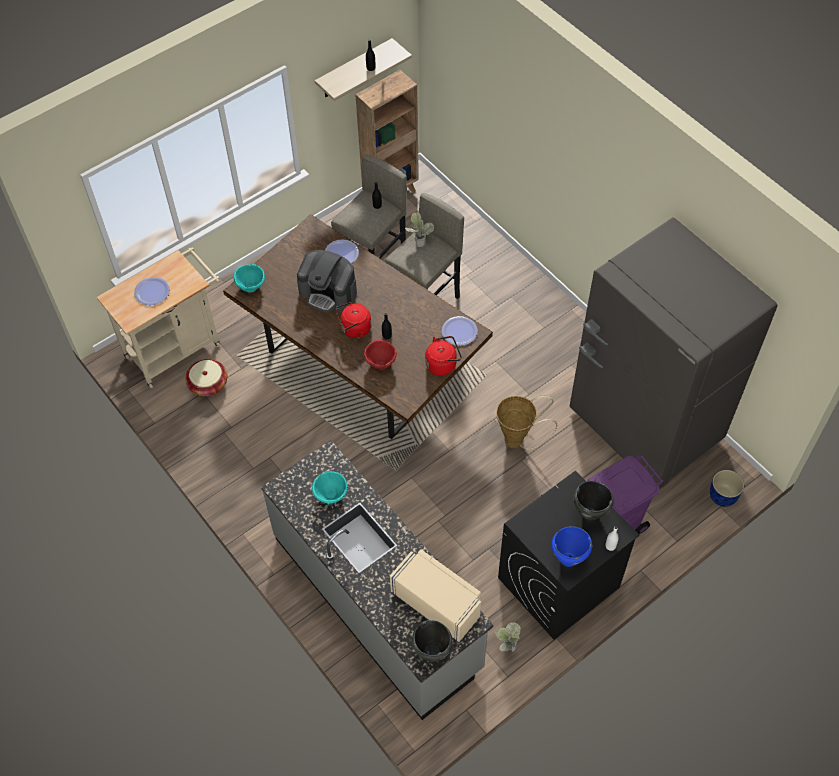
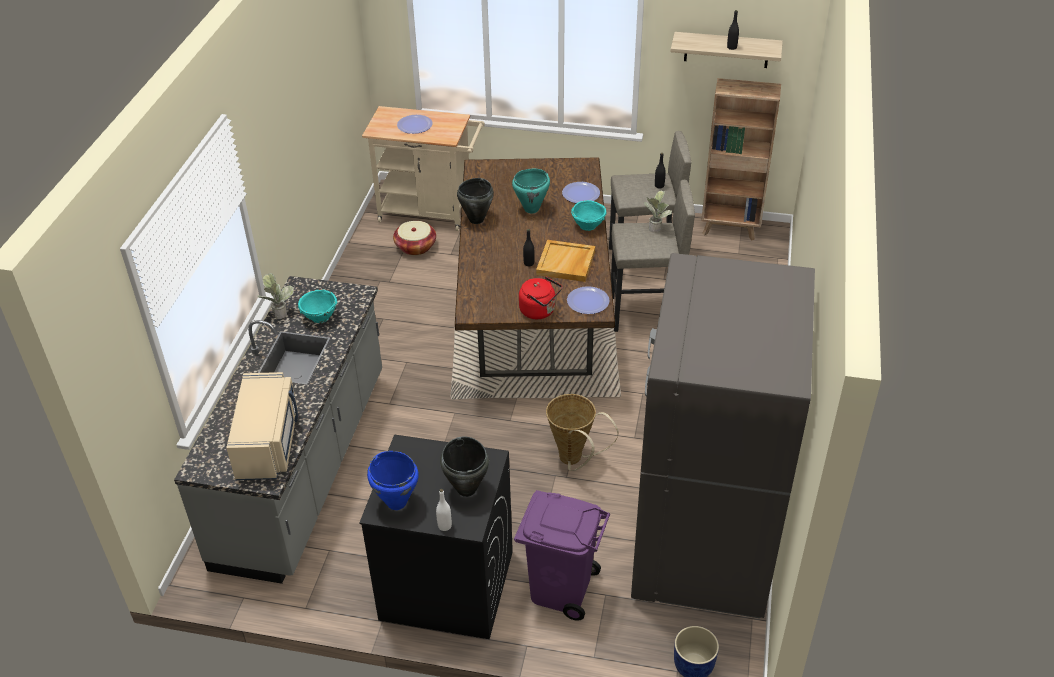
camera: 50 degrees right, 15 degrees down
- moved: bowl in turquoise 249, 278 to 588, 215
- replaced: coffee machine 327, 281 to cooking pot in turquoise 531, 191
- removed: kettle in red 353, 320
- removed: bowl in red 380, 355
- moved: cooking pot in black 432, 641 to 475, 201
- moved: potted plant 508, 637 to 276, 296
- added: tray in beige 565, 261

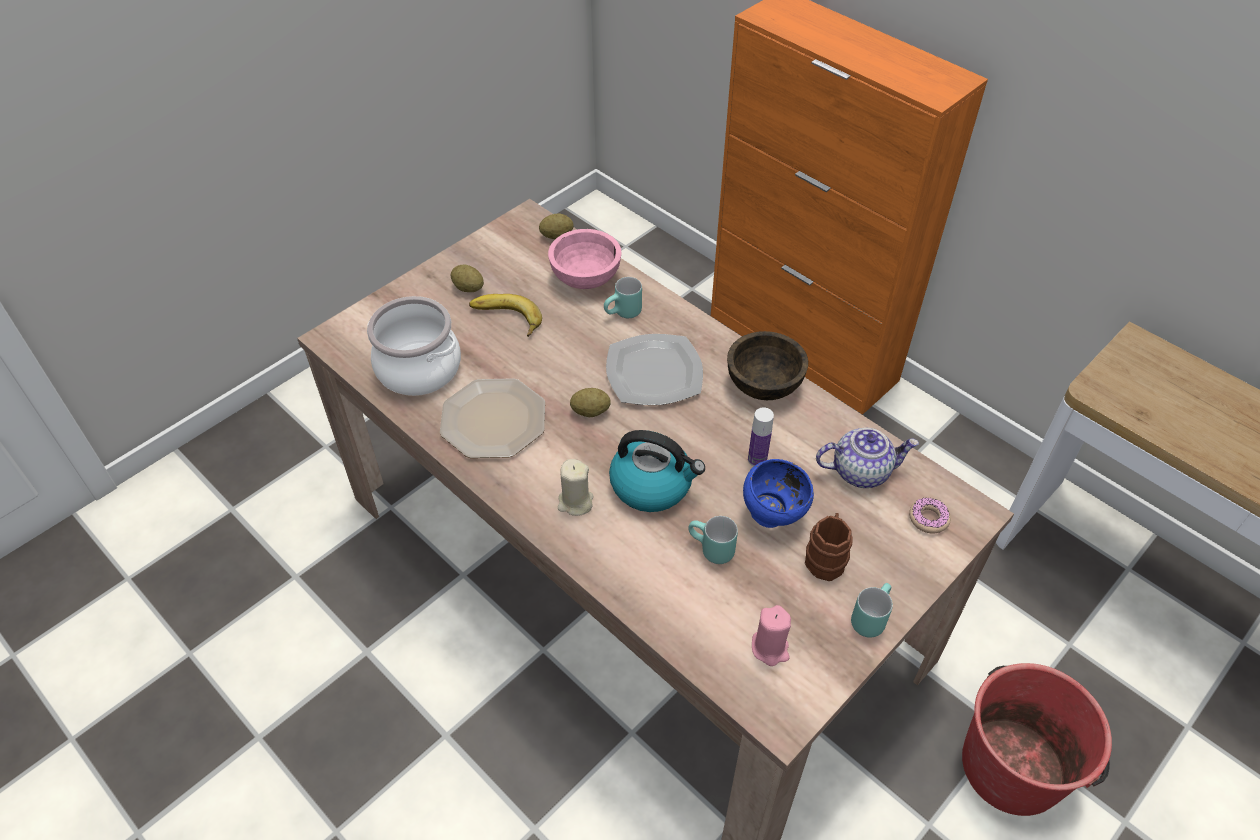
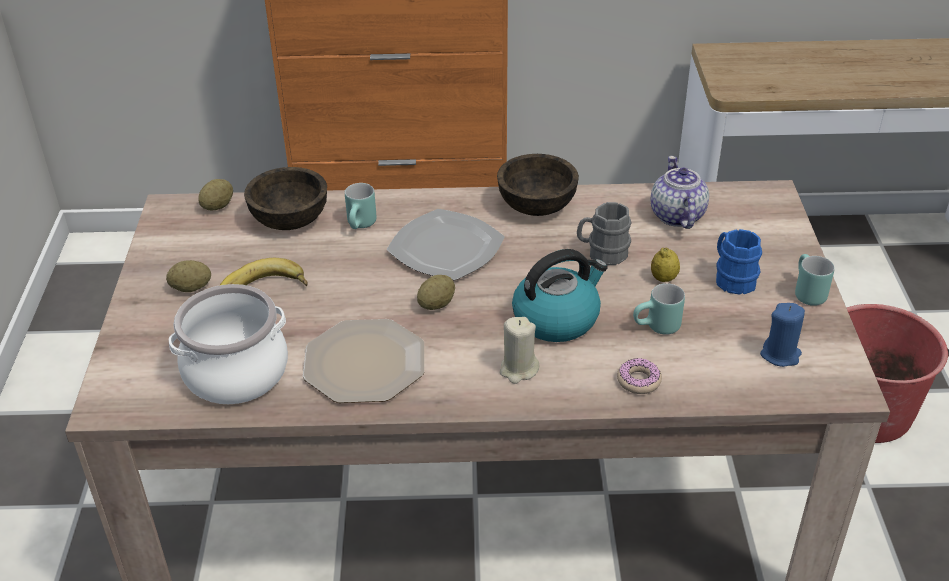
camera: 45 degrees left, 10 degrees down
- recoloured: bowl in pink 584, 259 to bowl in brown 285, 198
- replaced: bowl in blue 778, 493 to lemon 665, 265
- replaced: bottle 761, 436 to mug in grey 604, 233
- recoloured: candle in pink 771, 635 to candle in blue 782, 335
- recoloured: mug in brown 828, 547 to mug in blue 739, 262
- turned: teapot 867, 458 = 680, 192 45 degrees counterclockwise
- moved: donut 930, 516 to 639, 376

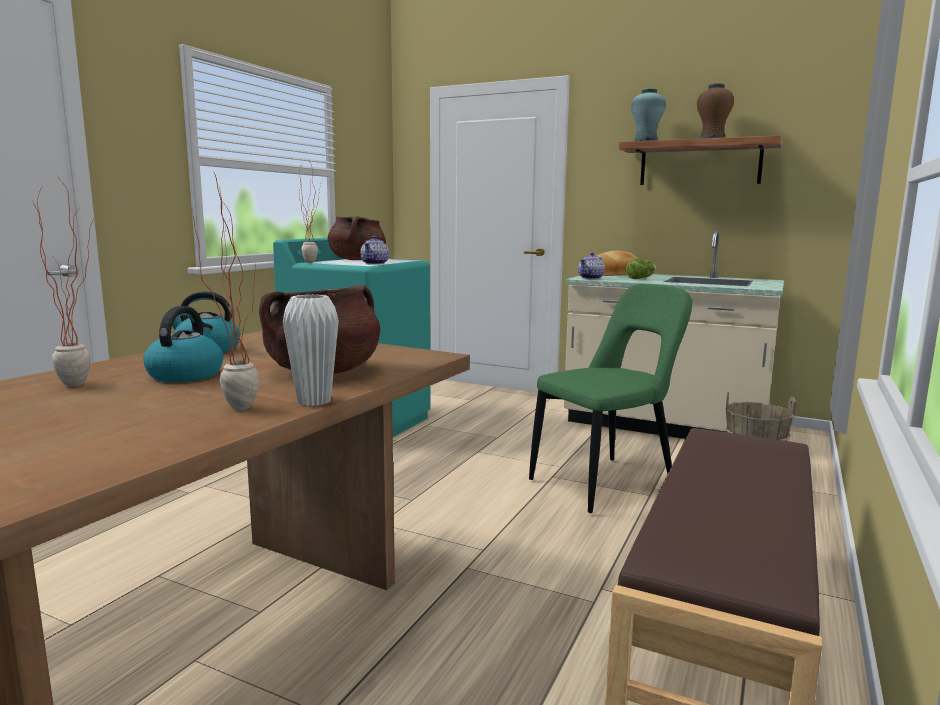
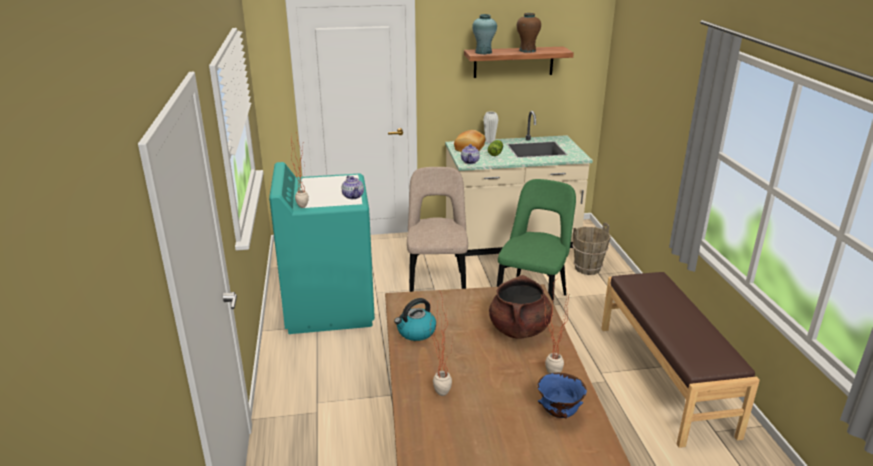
camera: 35 degrees left, 15 degrees up
- removed: kettle 183, 344
- moved: vase in white 311, 350 to 490, 127
- removed: cooking pot in brown 357, 238
- added: chair in beige 437, 229
- added: bowl in blue 562, 396

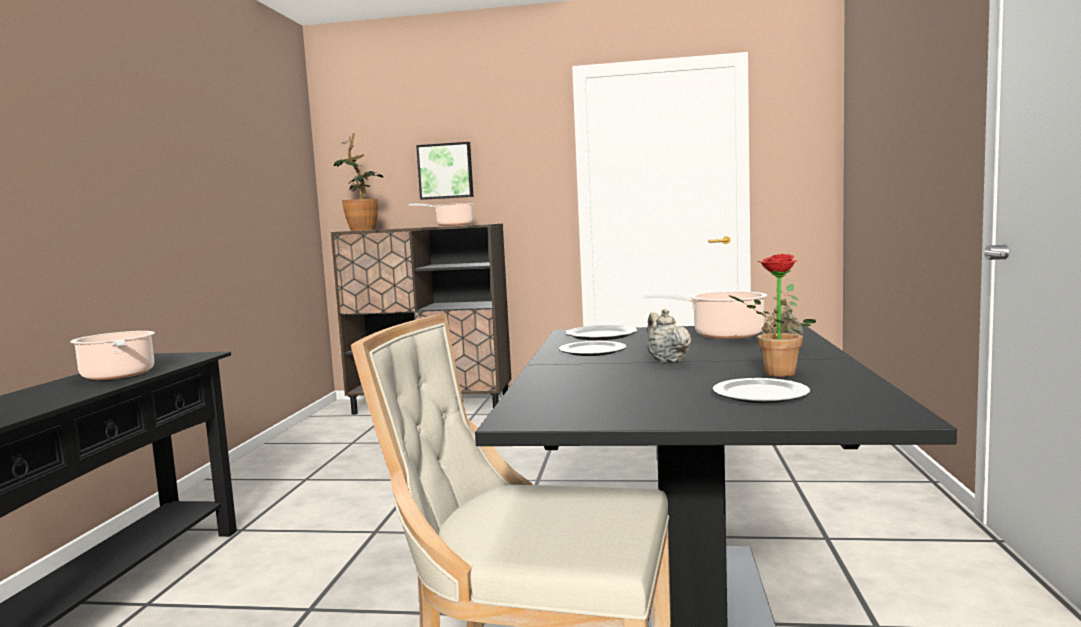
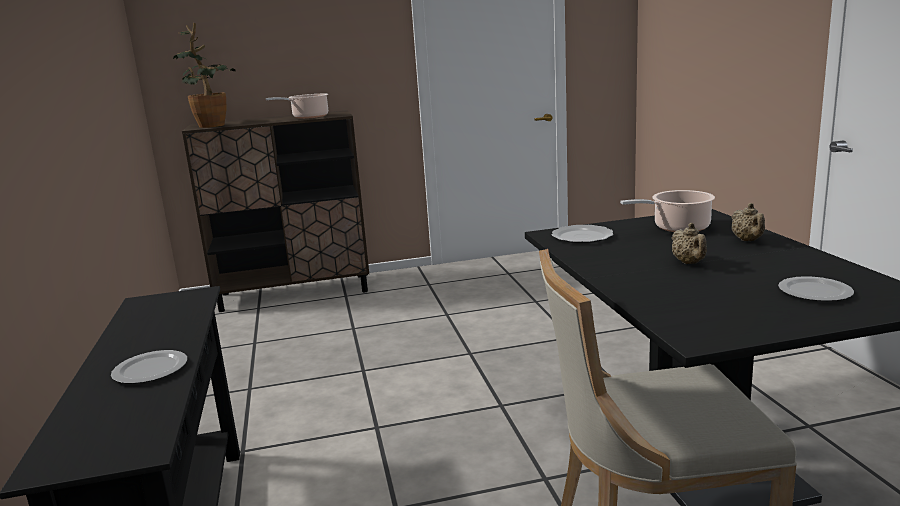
camera: 20 degrees left, 10 degrees up
- removed: cooking pot 112, 355
- removed: picture 444, 171
- moved: plate 592, 348 to 149, 367
- turned: teapot in beige 669, 336 = 689, 243 150 degrees counterclockwise
- removed: potted plant 772, 315

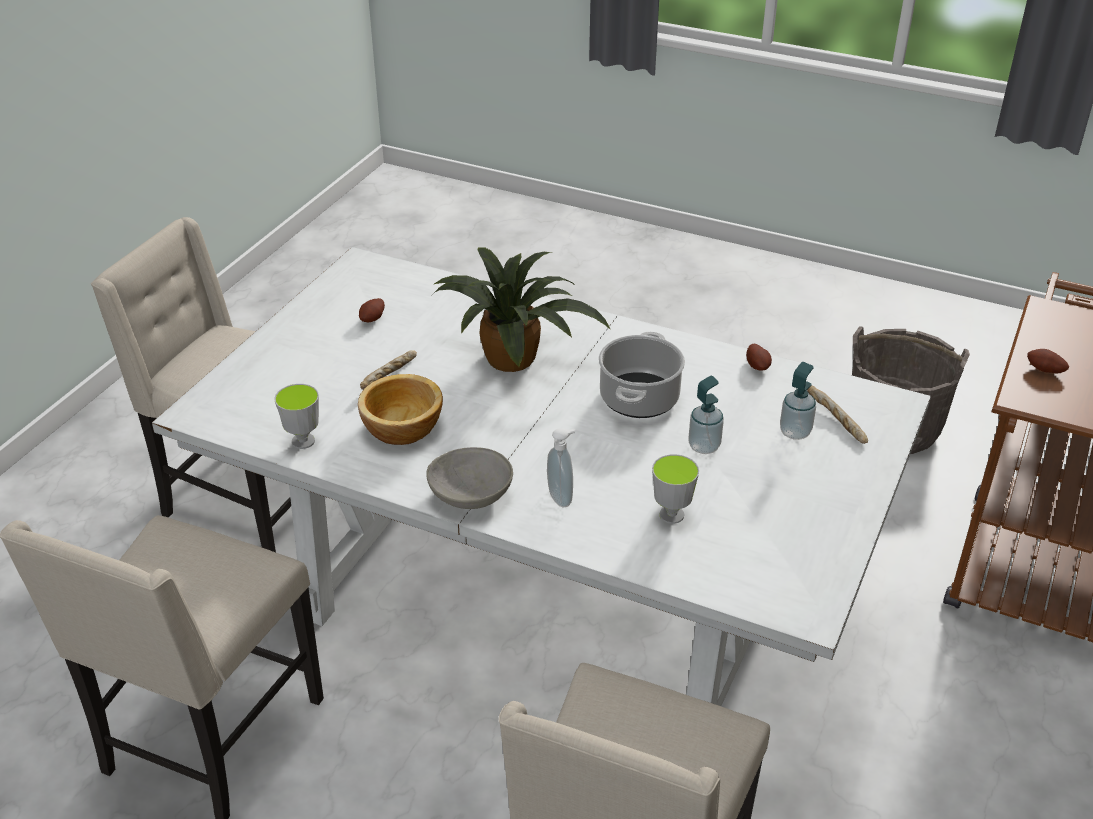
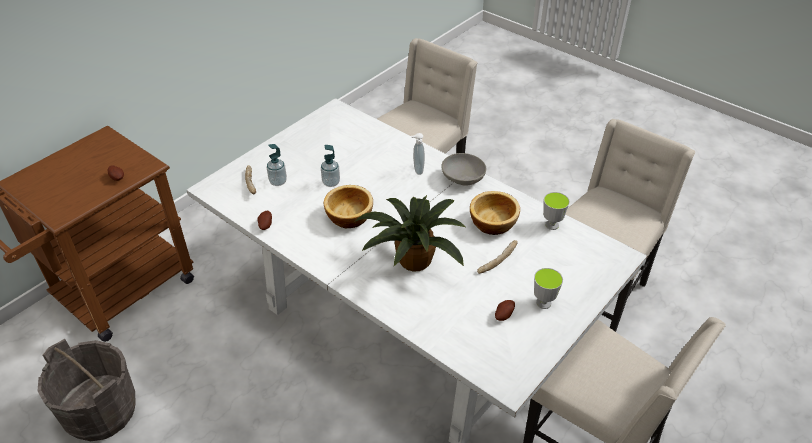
camera: 165 degrees left, 5 degrees up
- replaced: cooking pot 642, 375 to bowl 348, 206
- moved: cup 675, 489 to 548, 288

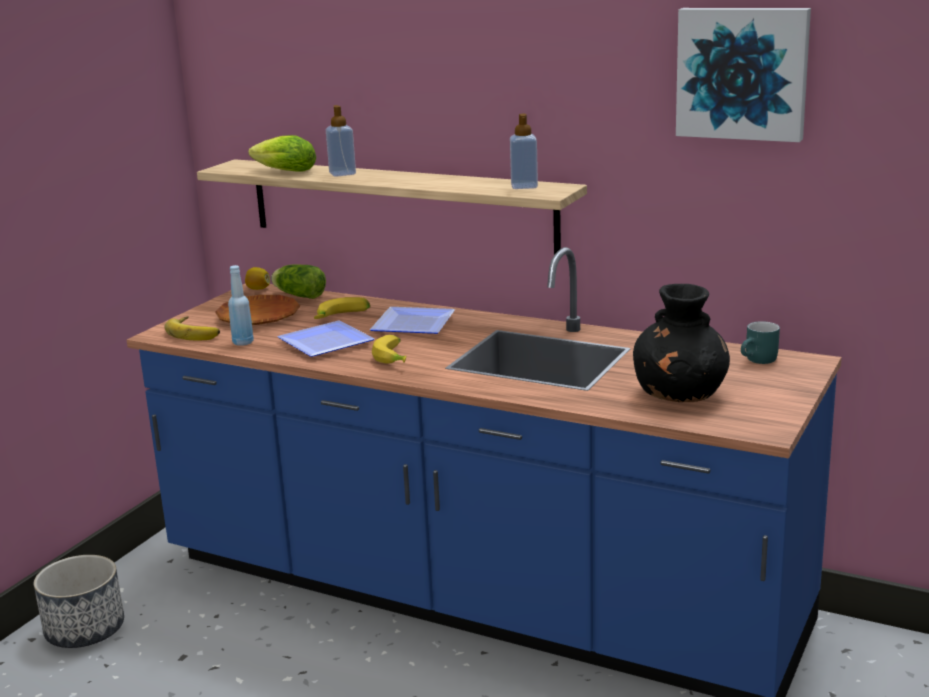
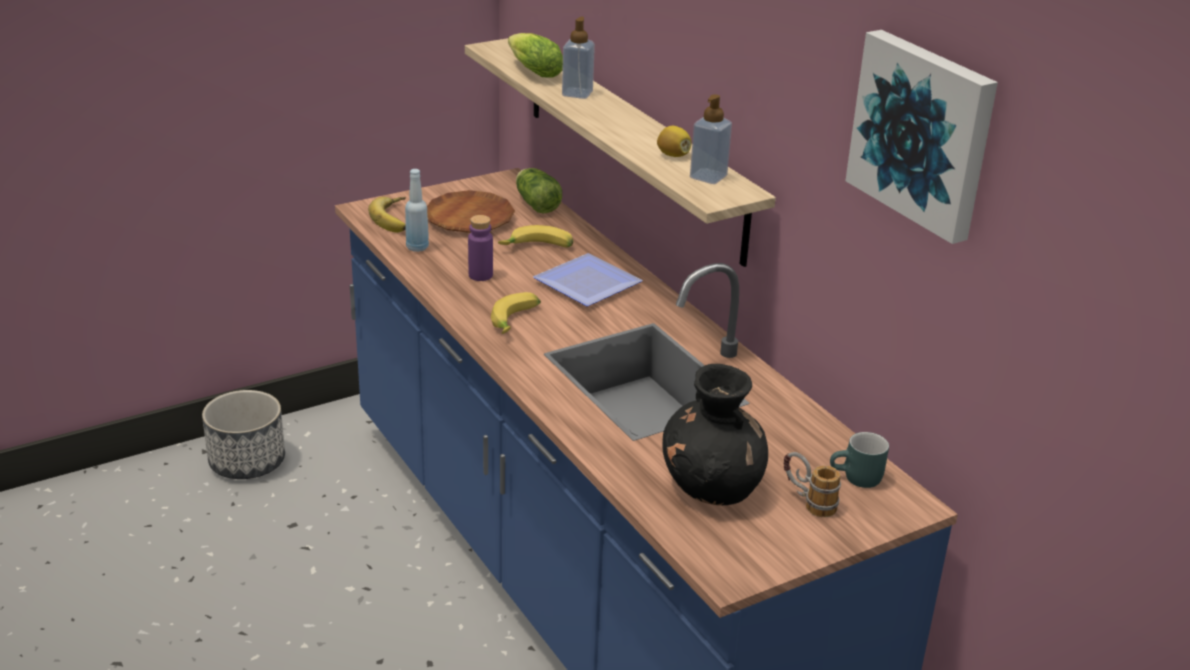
camera: 30 degrees right, 10 degrees up
- moved: lemon 257, 278 to 674, 141
- replaced: plate 326, 339 to bottle in purple 480, 248
- added: mug 812, 484

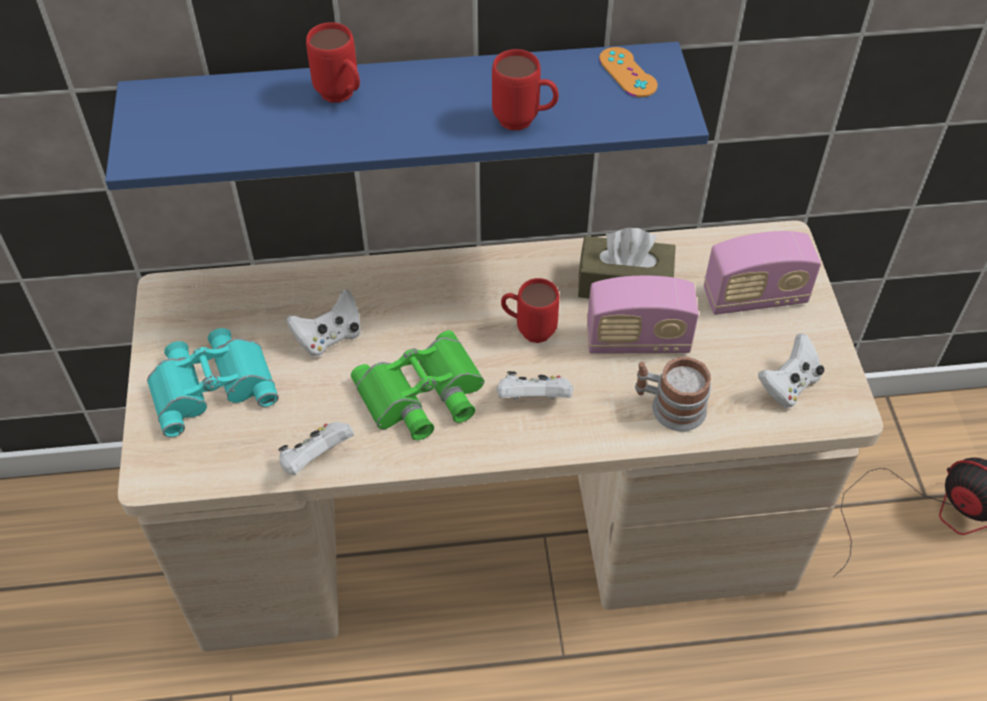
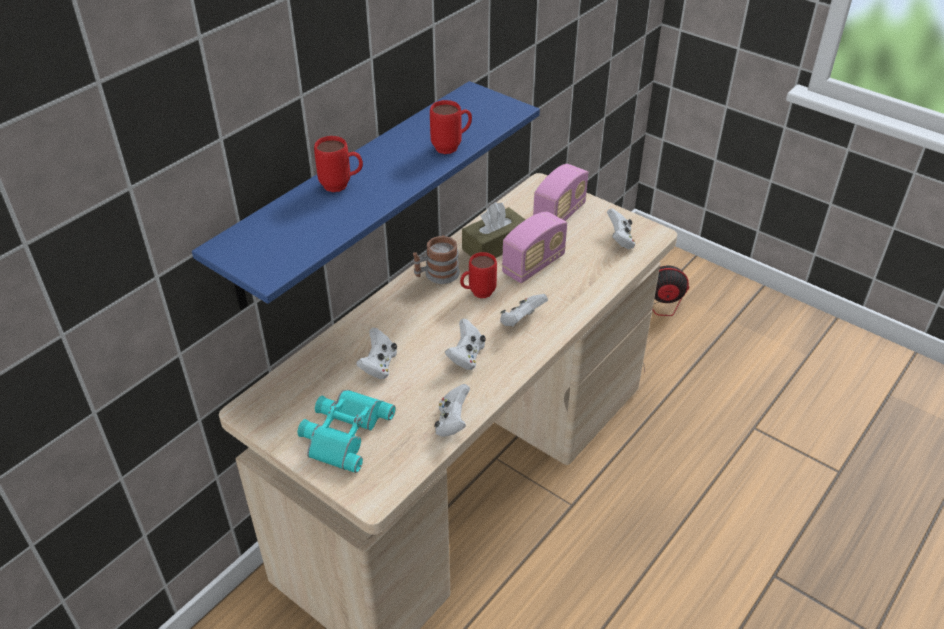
camera: 45 degrees left, 10 degrees down
- replaced: binoculars in green 417, 385 to game controller in white 465, 344
- removed: game controller in orange 628, 72
- moved: mug 673, 394 to 436, 260

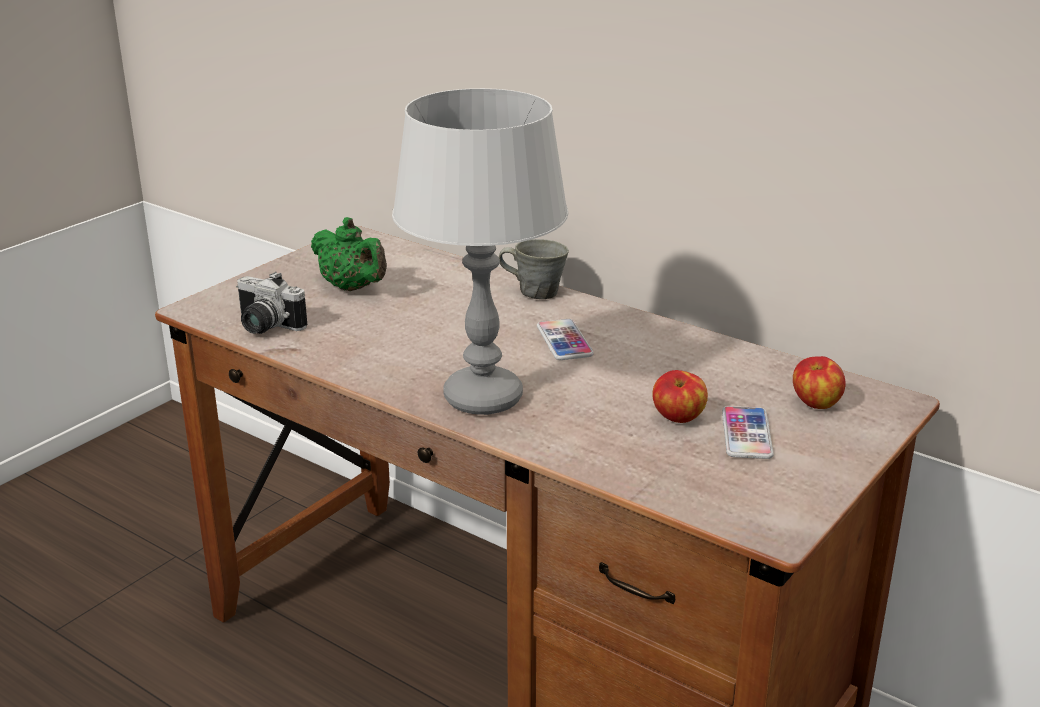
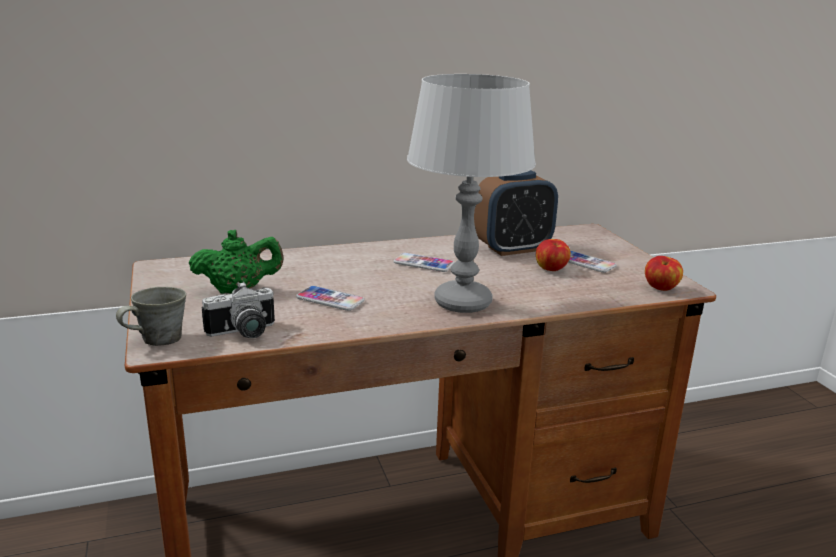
camera: 55 degrees left, 5 degrees down
- moved: mug in grey 534, 269 to 151, 316
- moved: apple 819, 382 to 664, 273
- added: phone 330, 298
- added: alarm clock 516, 213

